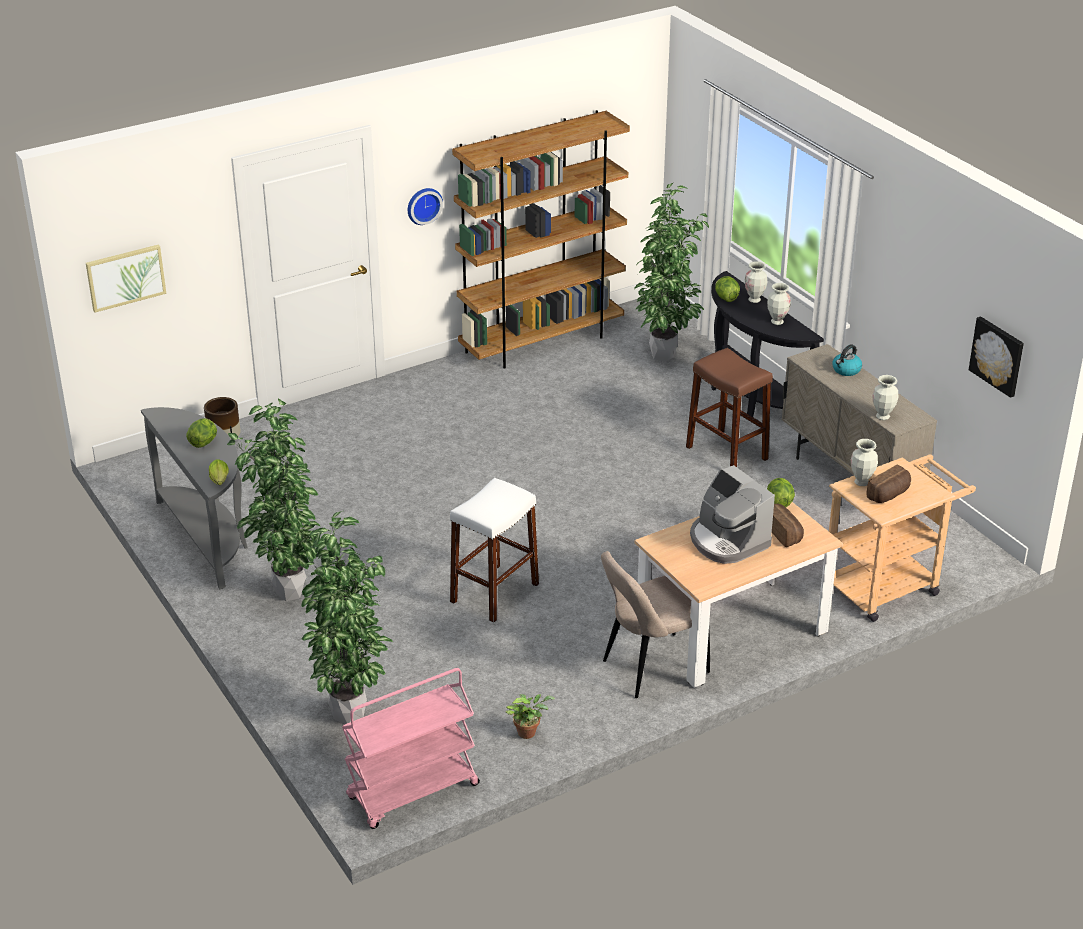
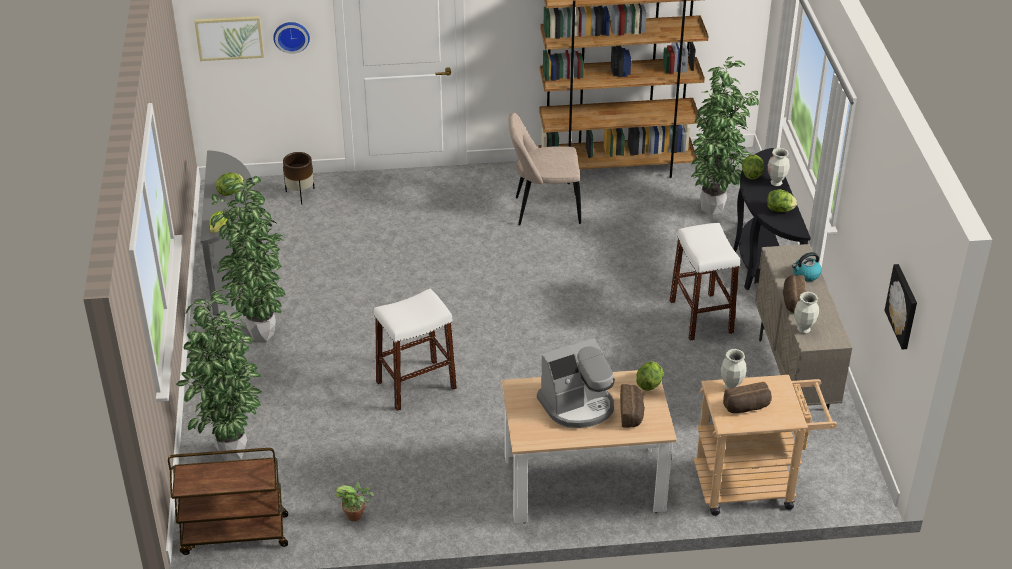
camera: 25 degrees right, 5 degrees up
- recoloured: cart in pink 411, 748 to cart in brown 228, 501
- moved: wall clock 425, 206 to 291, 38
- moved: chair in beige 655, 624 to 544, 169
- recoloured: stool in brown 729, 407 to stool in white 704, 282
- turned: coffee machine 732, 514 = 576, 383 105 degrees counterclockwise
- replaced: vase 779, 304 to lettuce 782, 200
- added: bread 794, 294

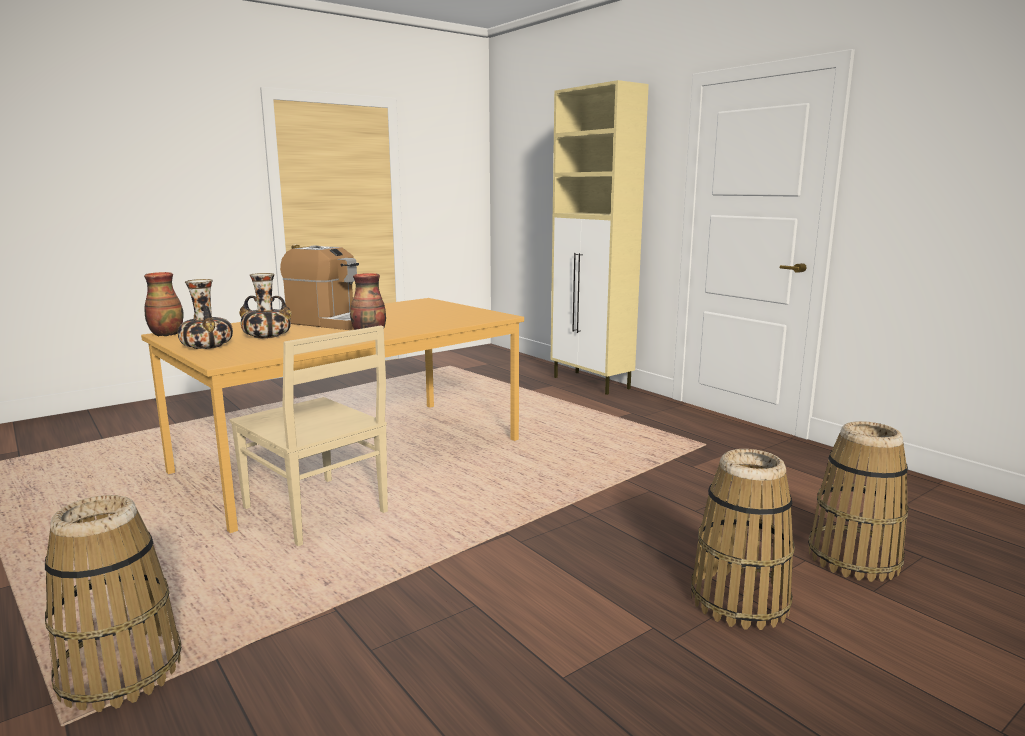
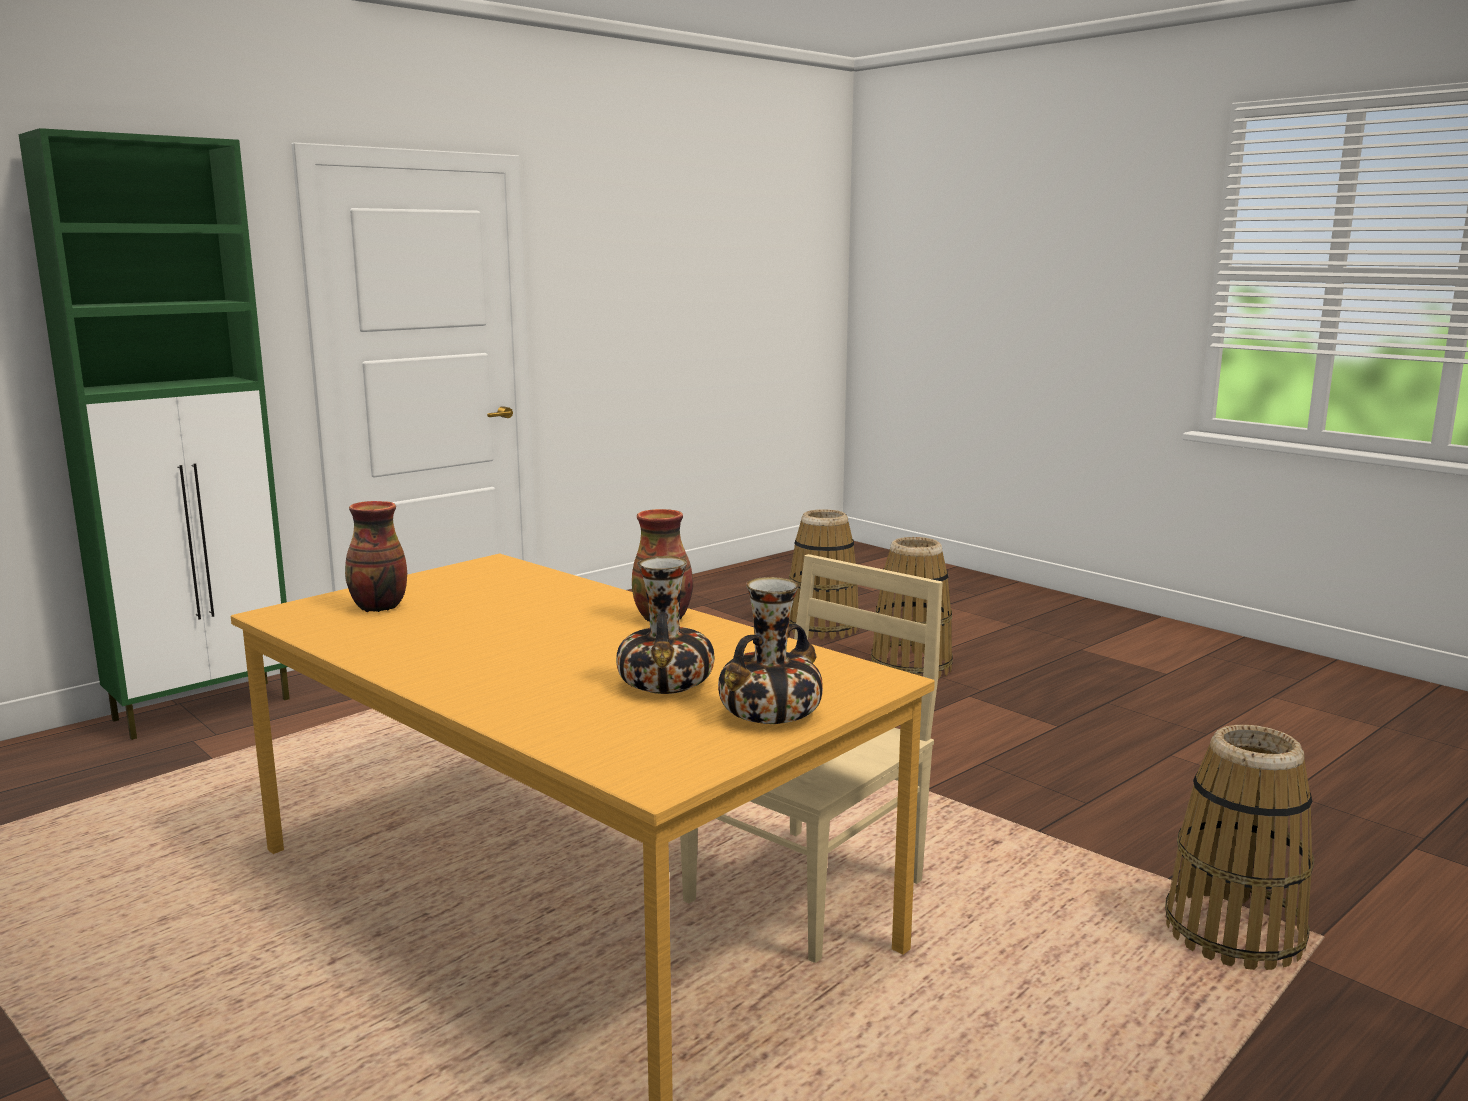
camera: 95 degrees left, 0 degrees up
- moved: vase 164, 304 to 376, 556
- removed: coffee machine 319, 287
- recoloured: cabinet in beige 600, 237 to cabinet in green 154, 434

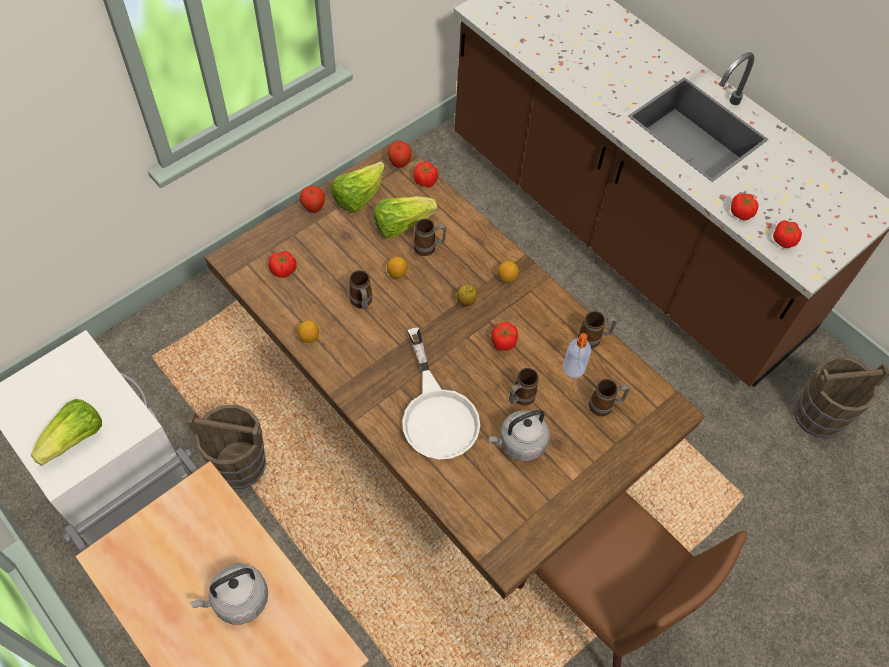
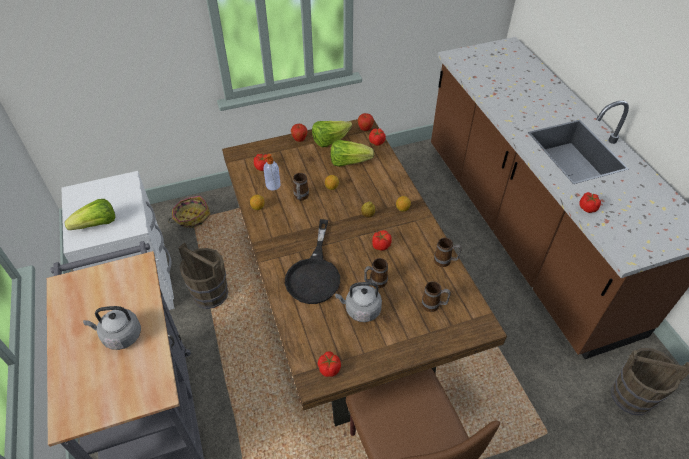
camera: 25 degrees right, 10 degrees down
- recoloured: frying pan in white 441, 393 to frying pan in black 312, 261
- removed: mug 430, 237
- moved: soap dispenser 577, 355 to 272, 172
- moved: tomato 787, 234 to 329, 364
- added: basket 189, 212

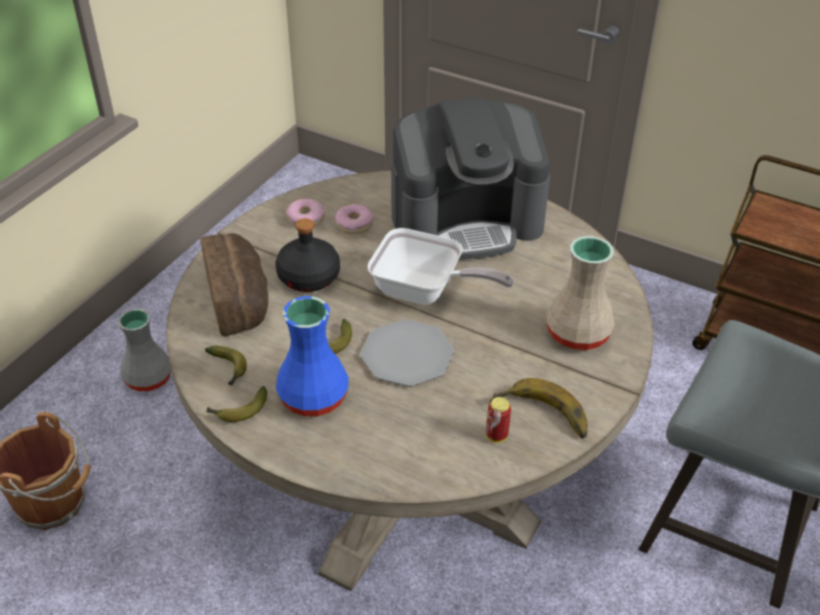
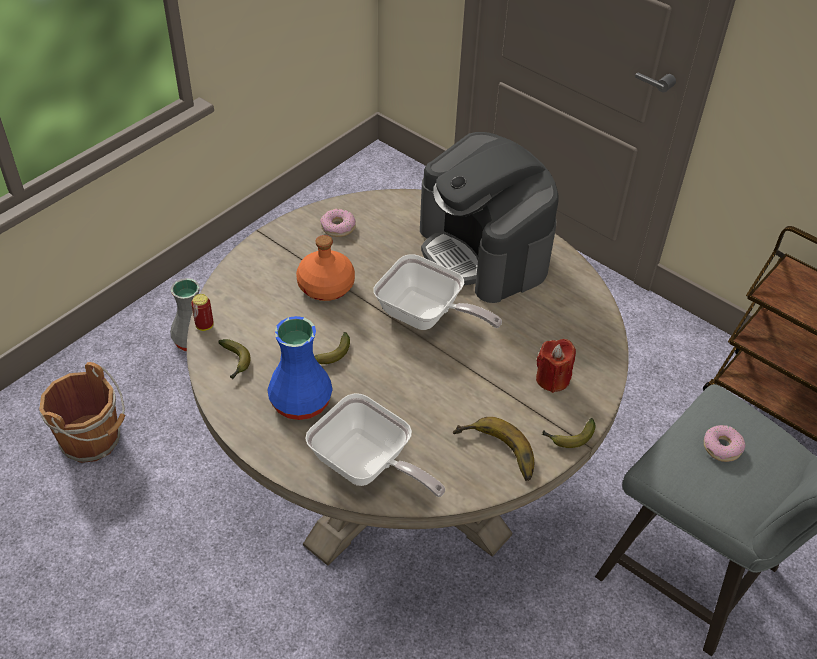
camera: 10 degrees right, 5 degrees up
- removed: bread 234, 285
- moved: banana 236, 404 to 568, 433
- recoloured: bottle in black 308, 255 to bottle in orange 325, 268
- moved: donut 354, 219 to 724, 443
- removed: plate 407, 353
- turned: coffee machine 470, 178 = 489, 217 60 degrees clockwise
- moved: can 498, 420 to 202, 312
- replaced: vase in beige 580, 293 to candle in red 556, 366
- added: frying pan 375, 445

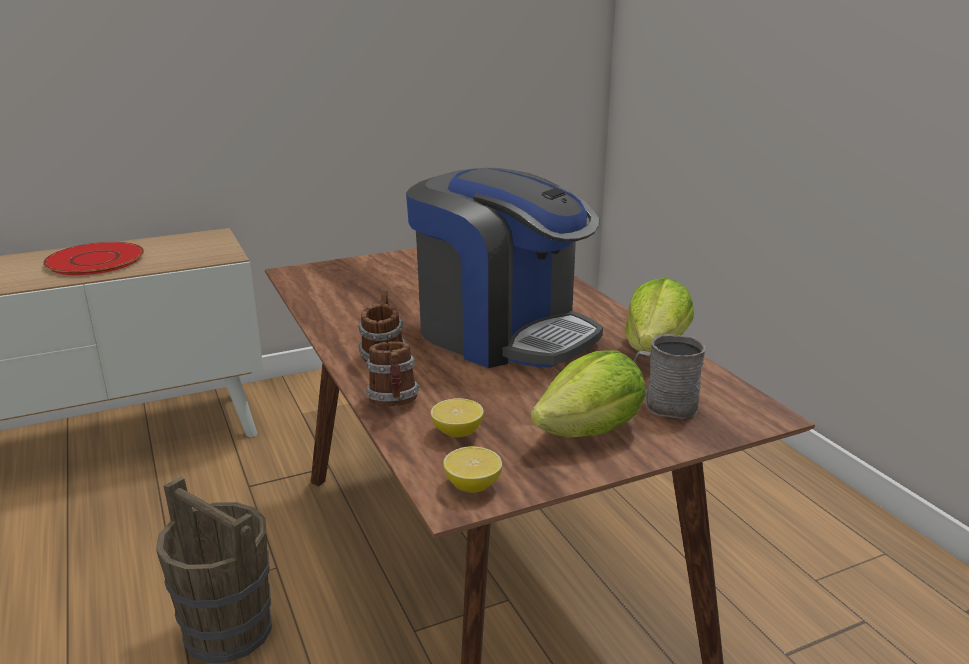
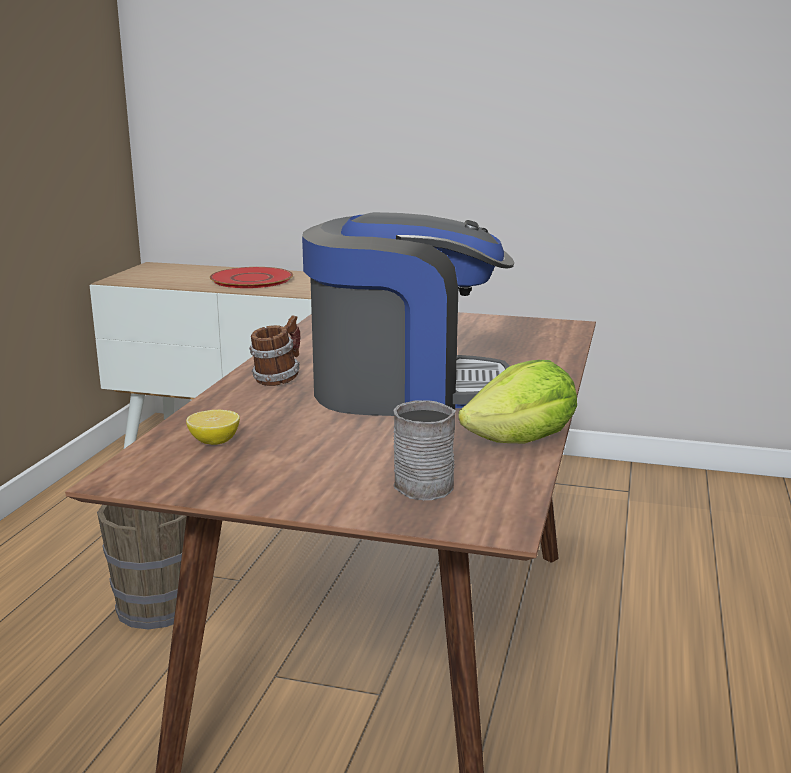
camera: 40 degrees right, 5 degrees down
- removed: mug 393, 373
- turned: coffee machine 504, 268 = 408, 314 75 degrees counterclockwise
- removed: lemon 472, 469
- removed: lettuce 588, 394

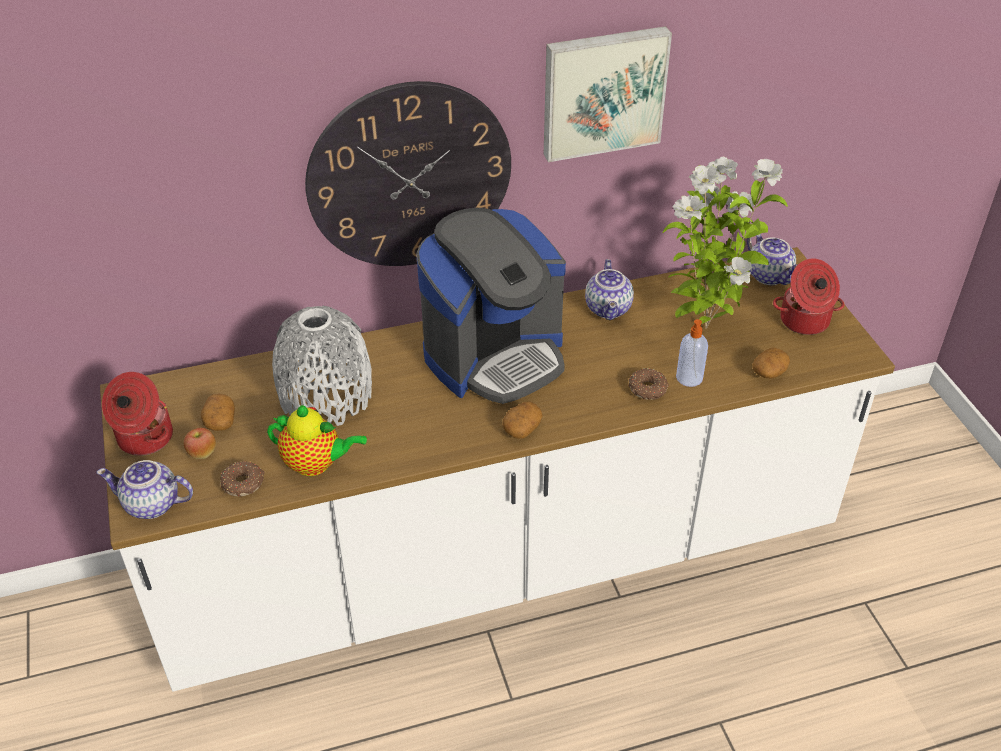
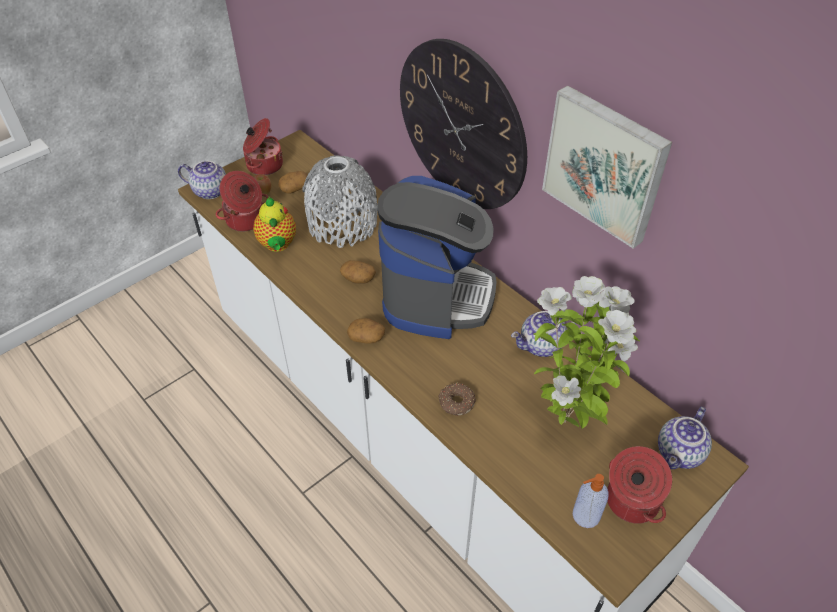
camera: 65 degrees right, 5 degrees up
- turned: teapot 145, 489 = 202, 180 120 degrees clockwise
- replaced: donut 242, 479 to cooking pot 242, 201
- turned: coffee machine 491, 306 = 436, 257 105 degrees counterclockwise
- moved: soap dispenser 692, 353 to 591, 501
- moved: potato 771, 363 to 358, 272

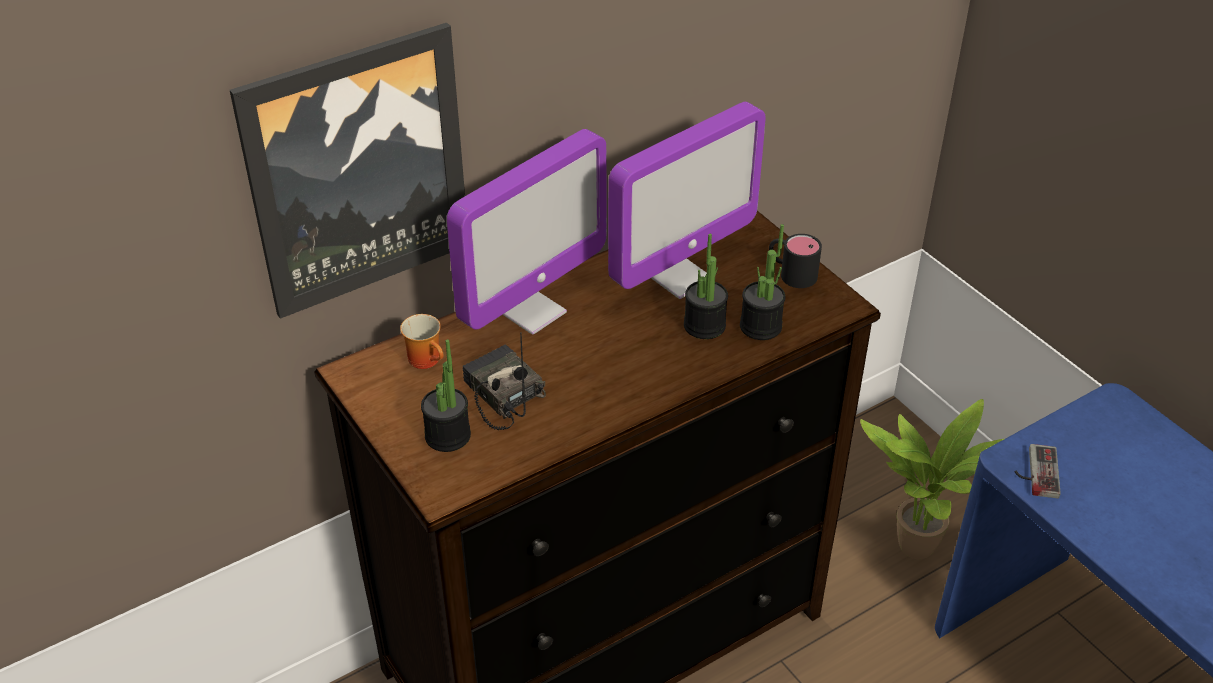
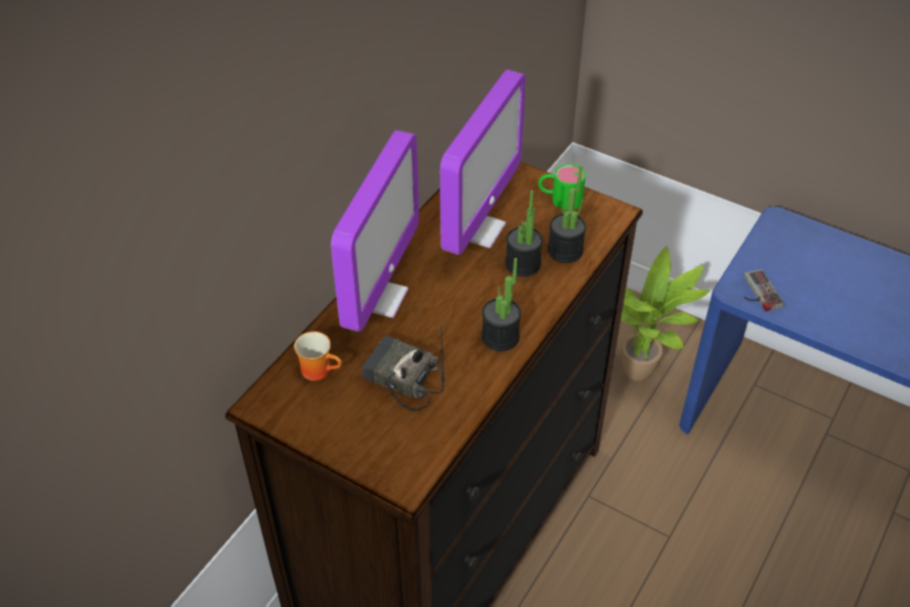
camera: 25 degrees left, 5 degrees up
- removed: picture 347, 171
- moved: potted plant 446, 395 to 501, 304
- recoloured: mug in black 795, 261 to mug in green 562, 187

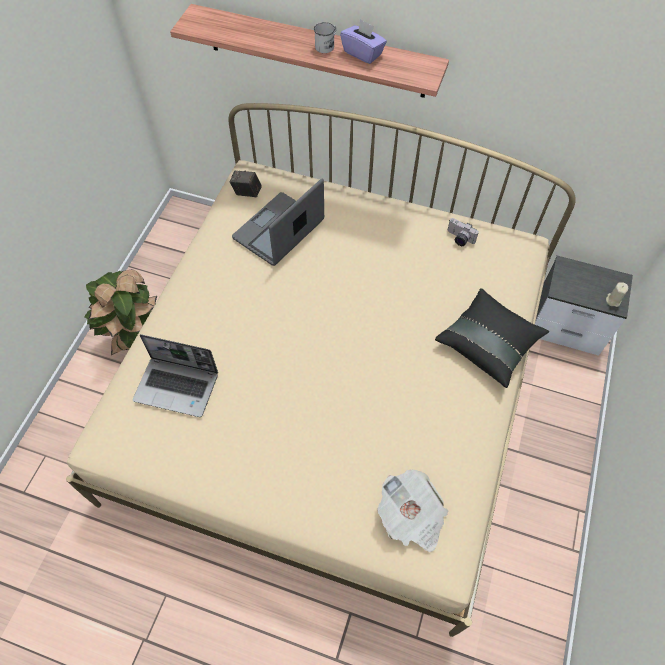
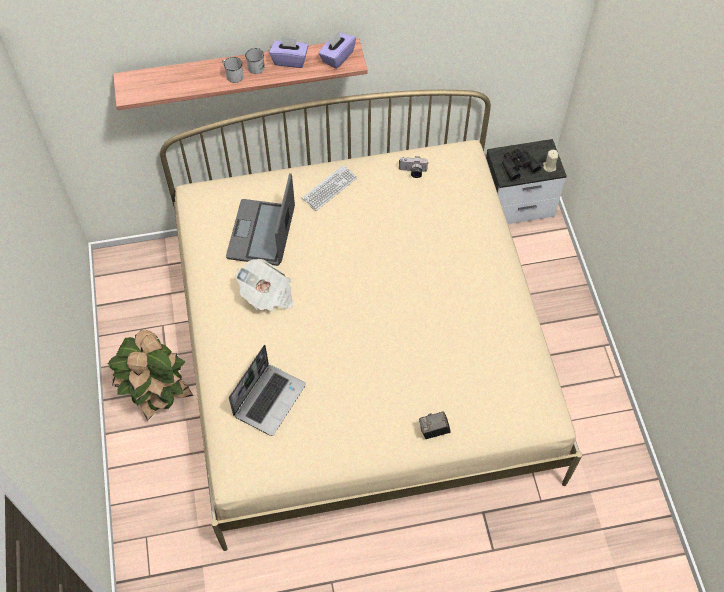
camera: 30 degrees left, 0 degrees up
- turned: laptop 175, 375 = 267, 390 45 degrees counterclockwise
- moved: photo camera 246, 183 to 435, 425
- moved: newspaper 412, 510 to 264, 285
- removed: pillow in black 492, 338
- added: mug in white 233, 70
- added: keyboard 330, 188
- added: tissue box in purple 337, 50
- added: binoculars in black 522, 165

